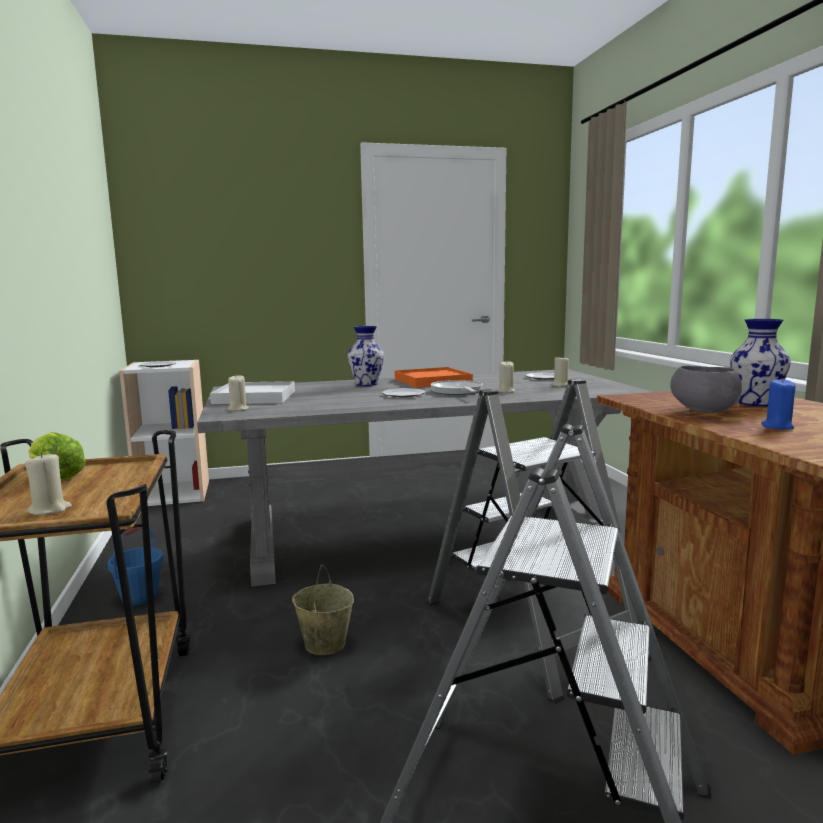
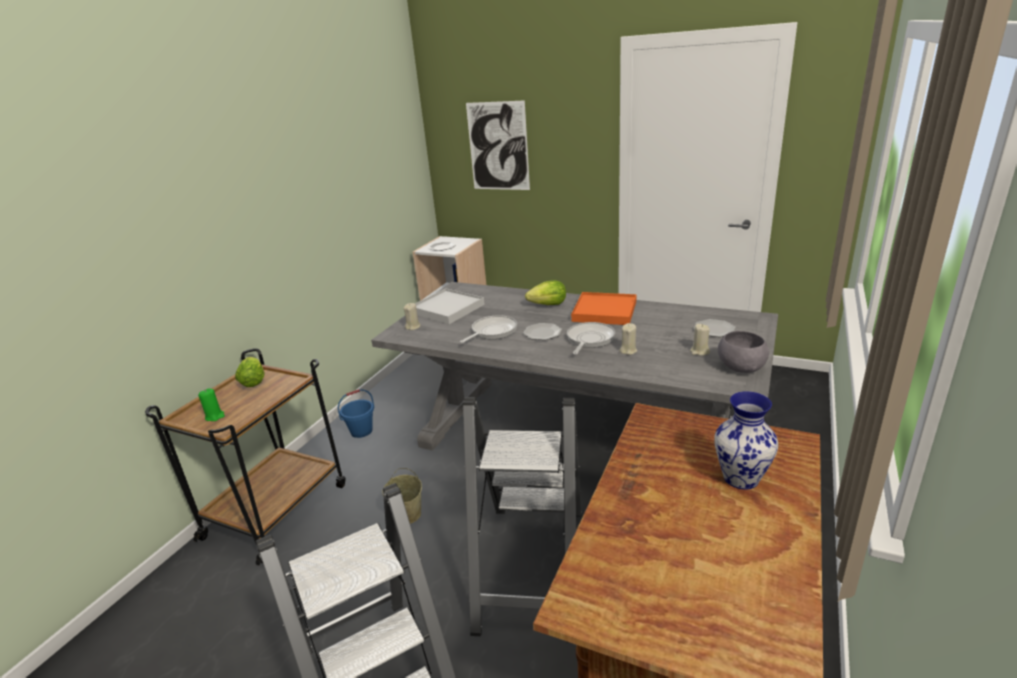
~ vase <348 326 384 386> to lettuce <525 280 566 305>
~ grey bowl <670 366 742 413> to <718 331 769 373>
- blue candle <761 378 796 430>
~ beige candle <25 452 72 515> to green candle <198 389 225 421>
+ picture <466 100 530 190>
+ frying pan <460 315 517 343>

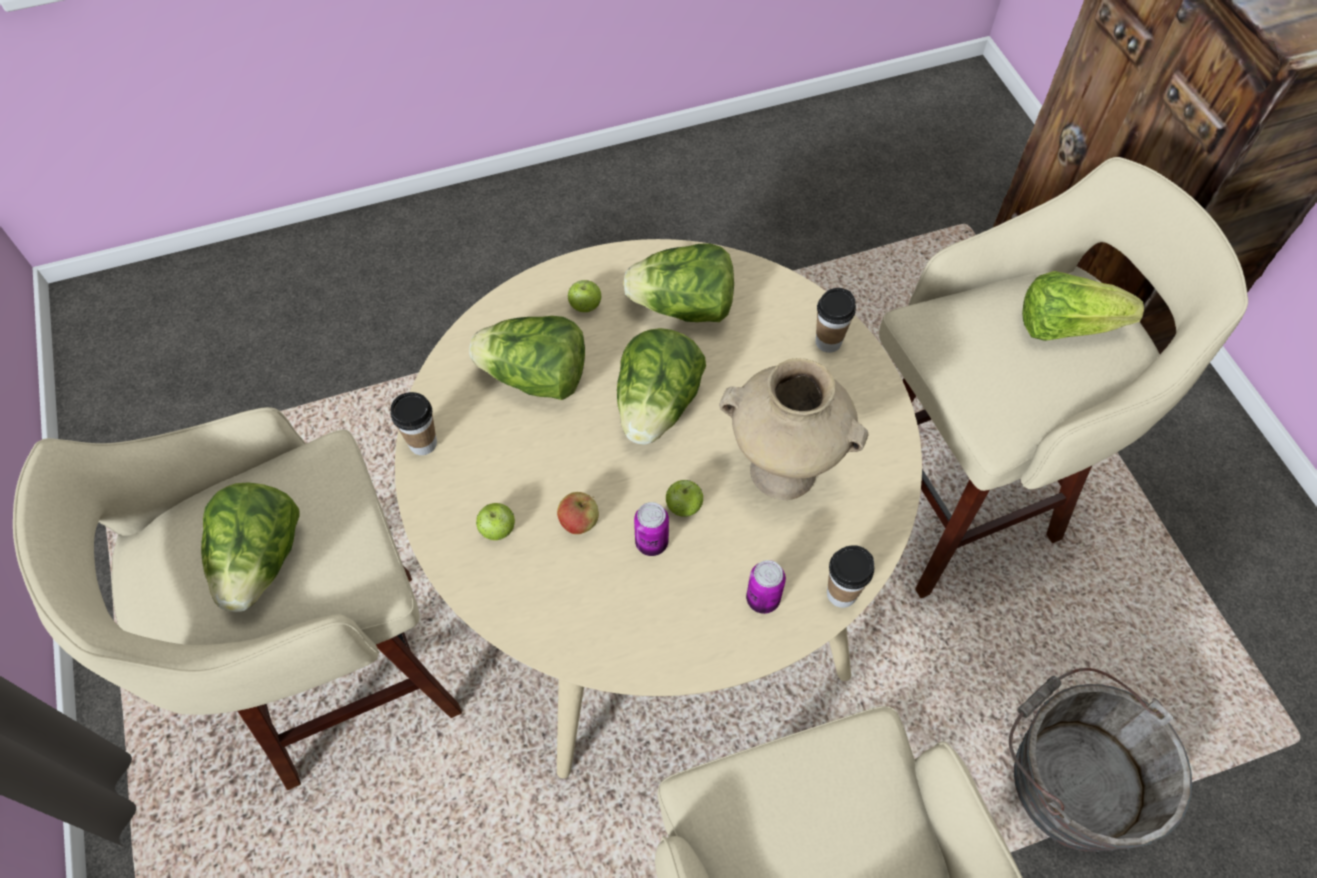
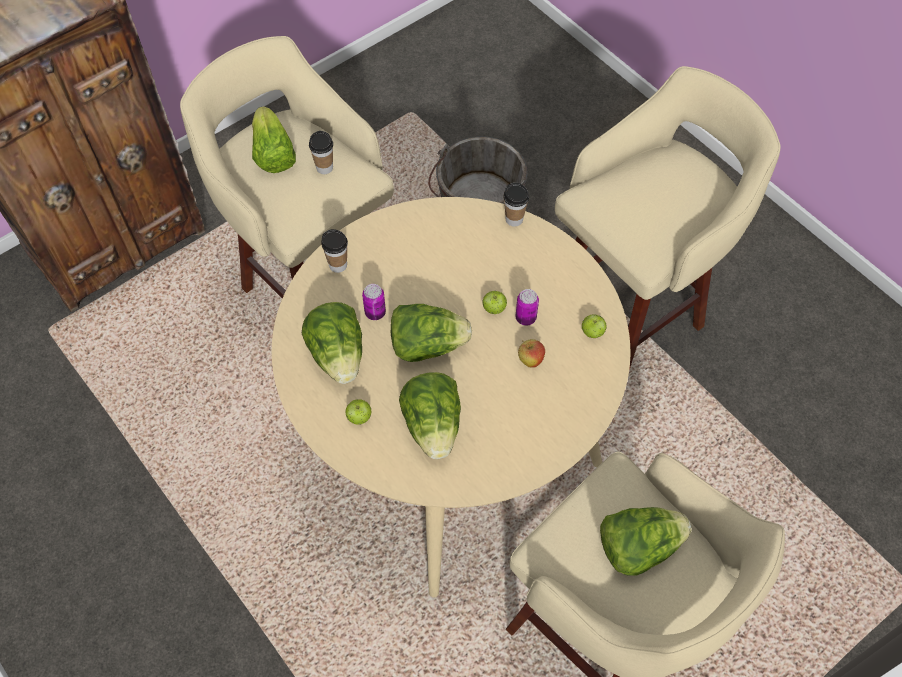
- beige vase <719 358 869 500>
~ cup <391 392 437 455> to <309 131 333 174>
~ apple <476 503 515 540> to <582 314 607 338>
~ can <746 560 786 614> to <362 284 386 320>

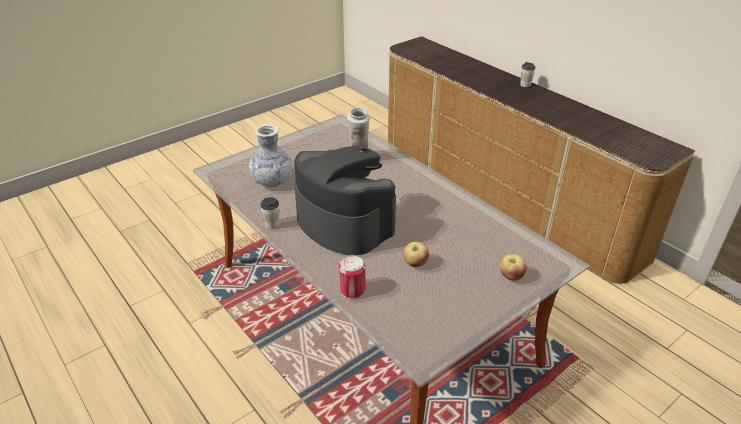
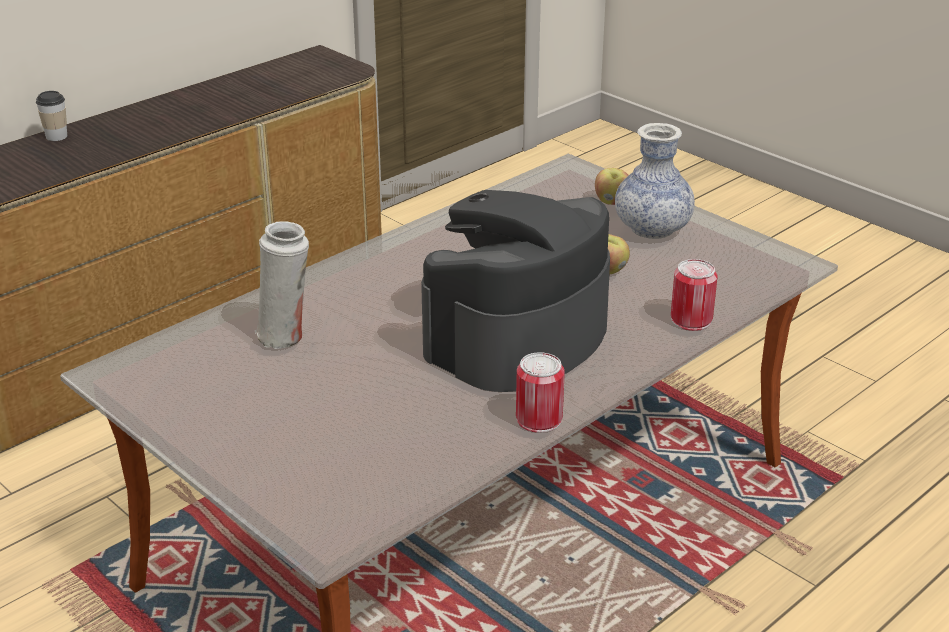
~ vase <249 124 293 187> to <615 123 695 239>
~ cup <260 197 279 229> to can <516 352 565 433>

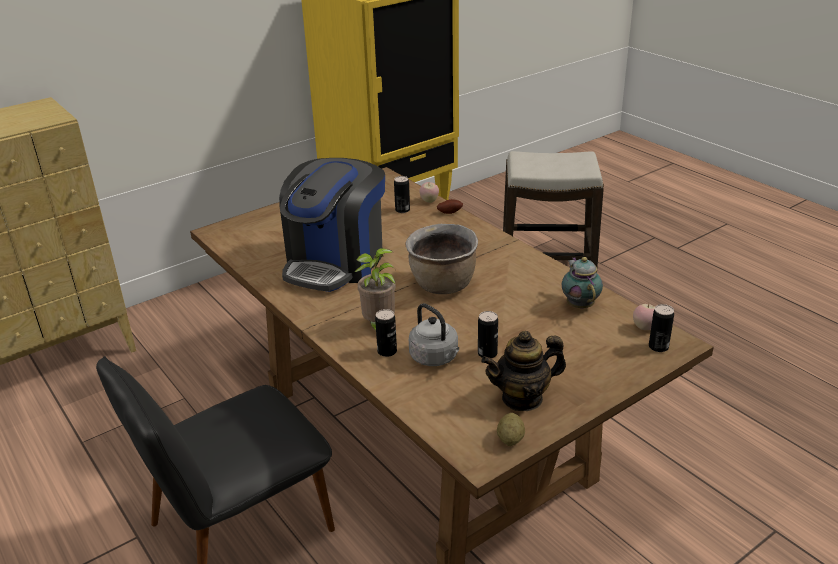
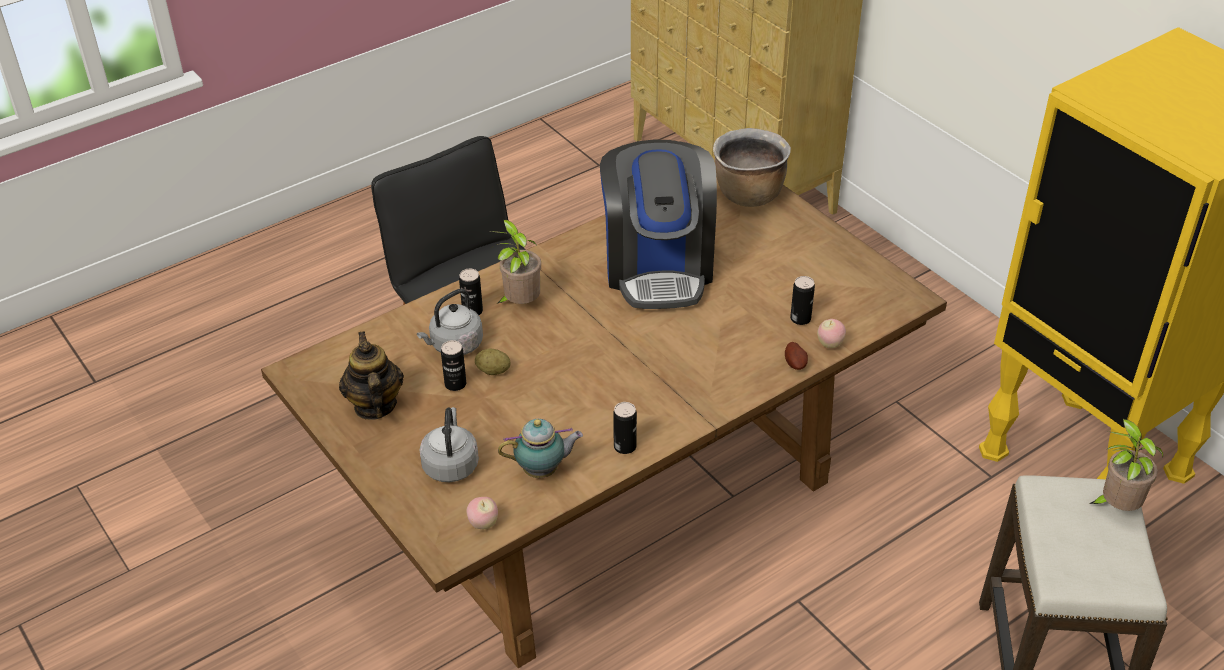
~ coffee machine <279 158 385 292> = <600 140 717 309> 120 degrees counterclockwise
~ brown cooking pot <405 224 478 294> to <713 128 791 207>
~ can <649 304 674 352> to <613 402 637 454>
~ potato <497 413 525 446> to <475 348 511 375>
+ grey kettle <419 407 479 482>
+ potted plant <1089 419 1163 511>

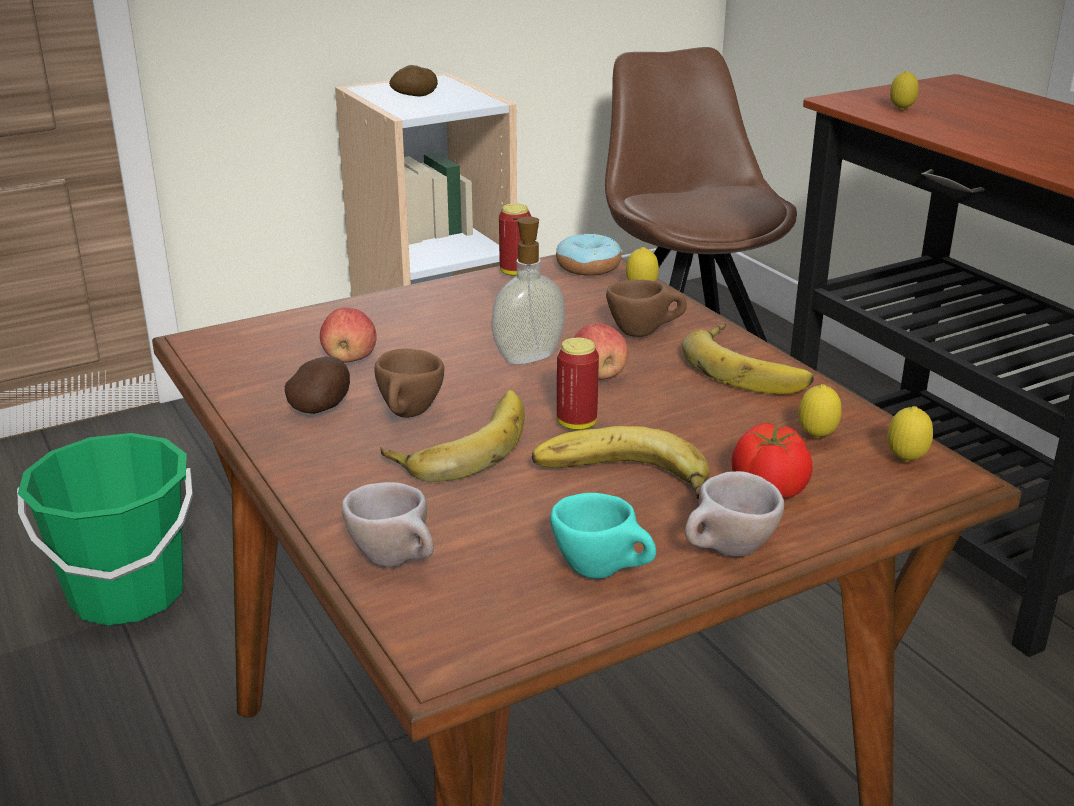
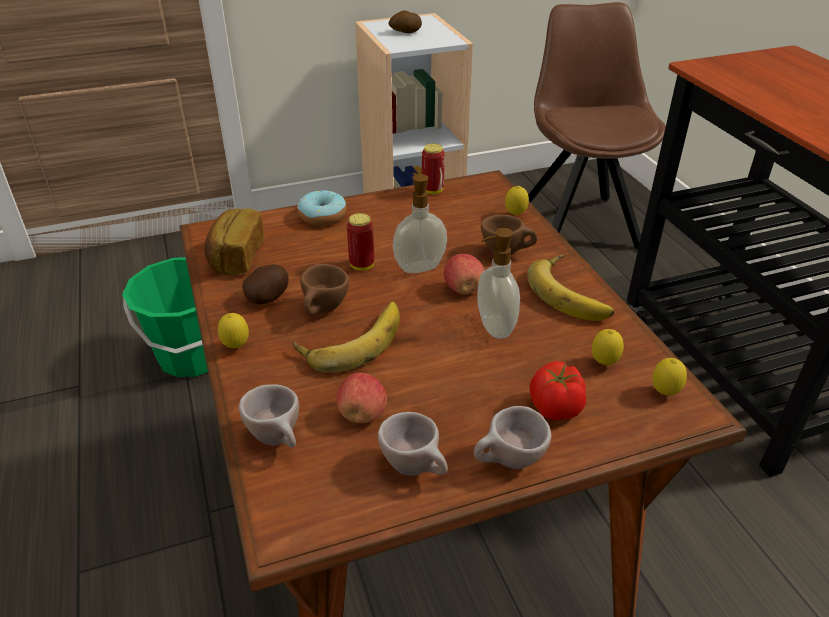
~ lemon <890 71 919 110> to <218 313 249 348>
~ donut <556 233 622 276> to <297 190 346 226>
~ apple <320 307 377 362> to <336 373 387 423>
~ can <557 338 599 430> to <347 213 374 271>
- banana <532 426 710 500>
~ turquoise cup <550 493 656 579> to beige cup <378 412 448 476>
+ bread <204 208 265 275>
+ soap dispenser <477 228 520 339>

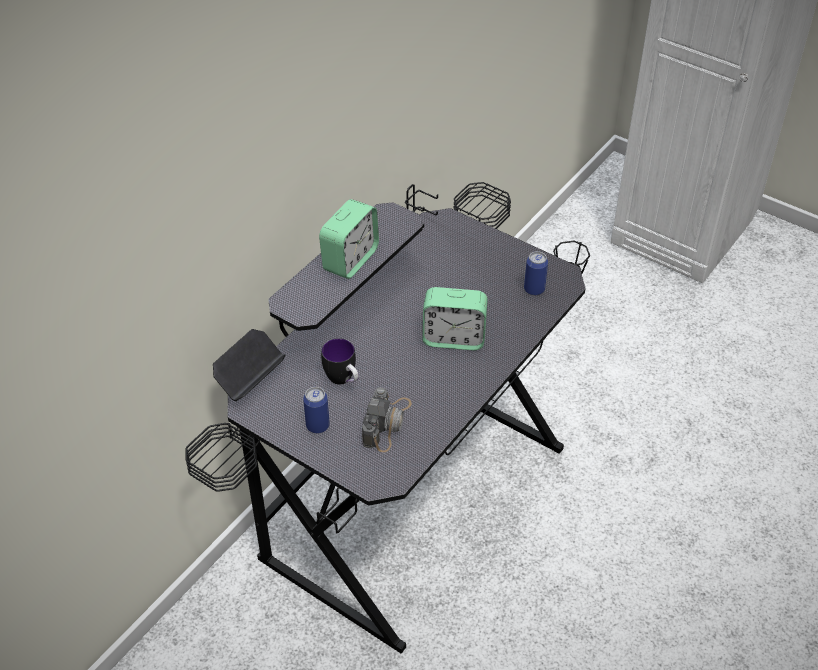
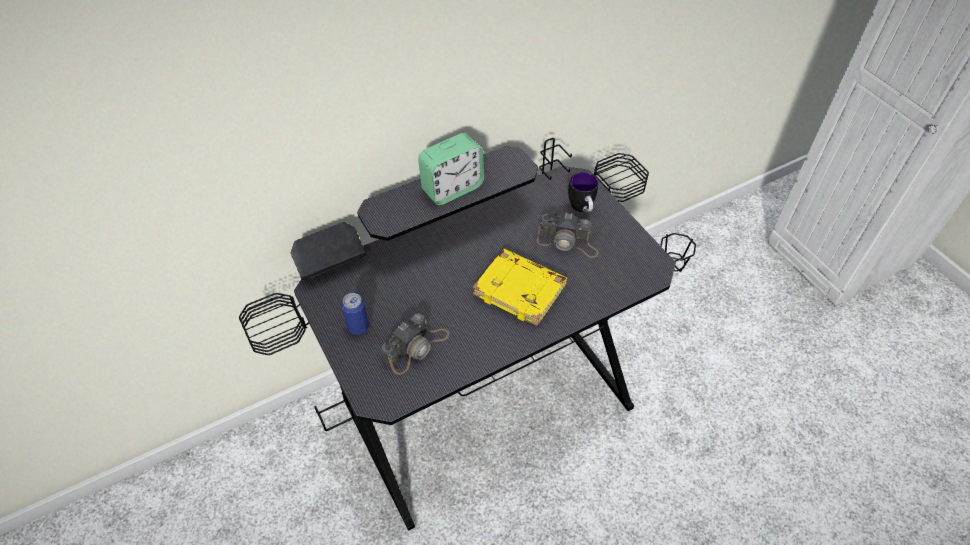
- can <524 251 548 296>
~ alarm clock <422 287 488 351> to yellow book <473 249 567 326>
~ mug <321 338 359 385> to <568 172 598 212>
+ photo camera <537 212 599 258>

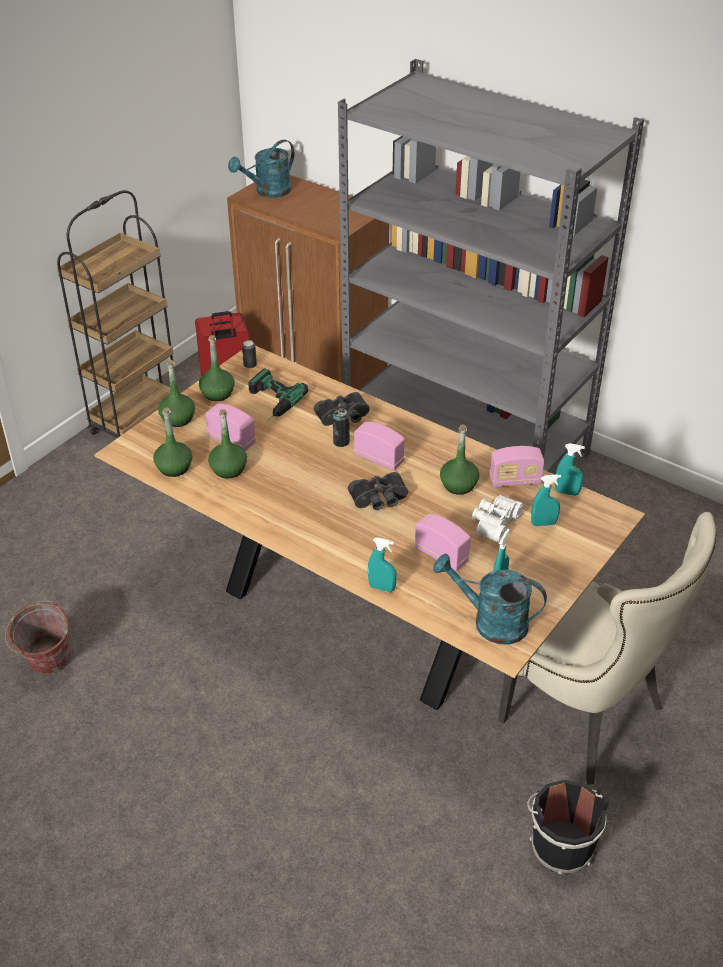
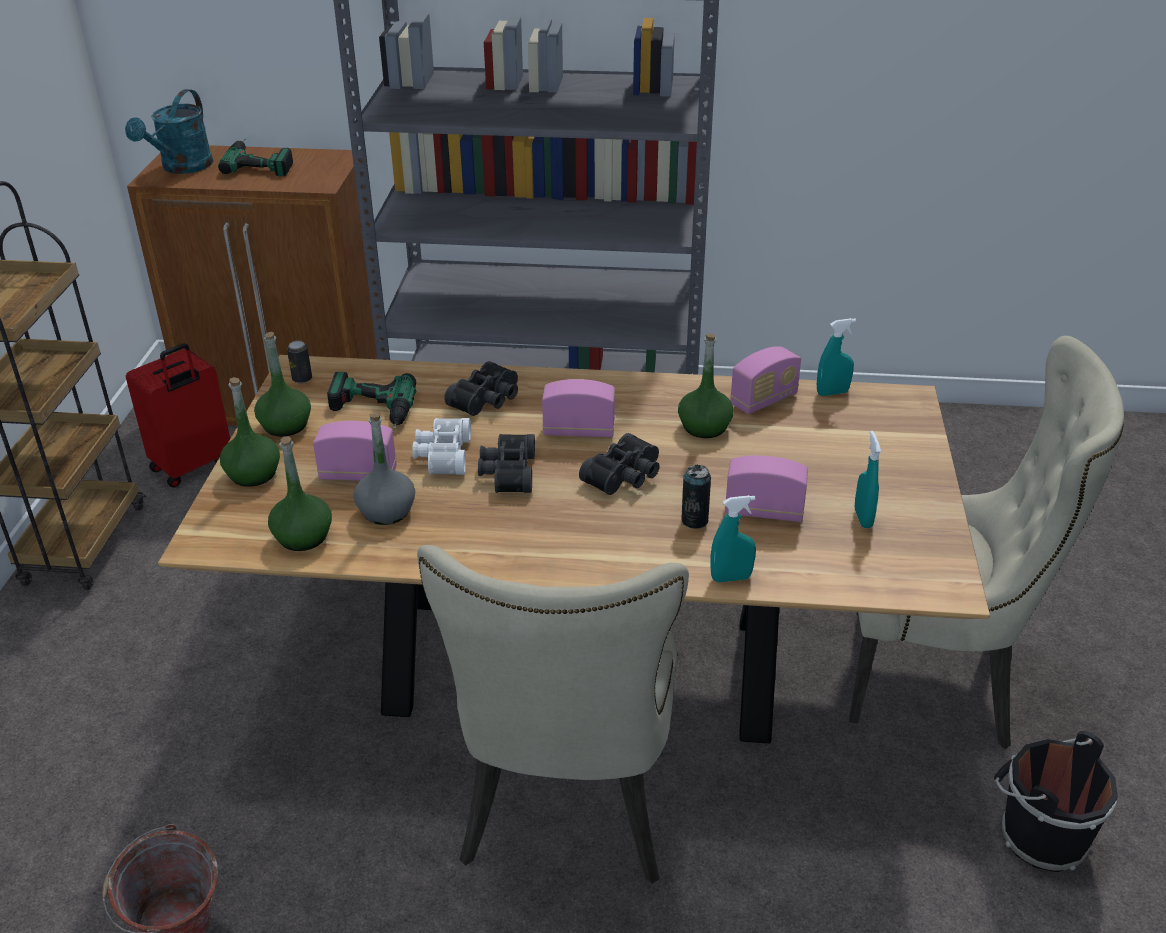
~ can <333 408 350 447> to <681 465 711 529>
~ green bottle <208 409 247 478> to grey bottle <353 413 415 525>
- turquoise spray bottle <531 475 561 526>
~ white binoculars <472 495 524 543> to <412 418 471 475>
- turquoise watering can <433 554 547 644>
+ power drill <218 138 293 176>
+ black binoculars <478 434 535 493>
+ beige chair <417 545 689 884>

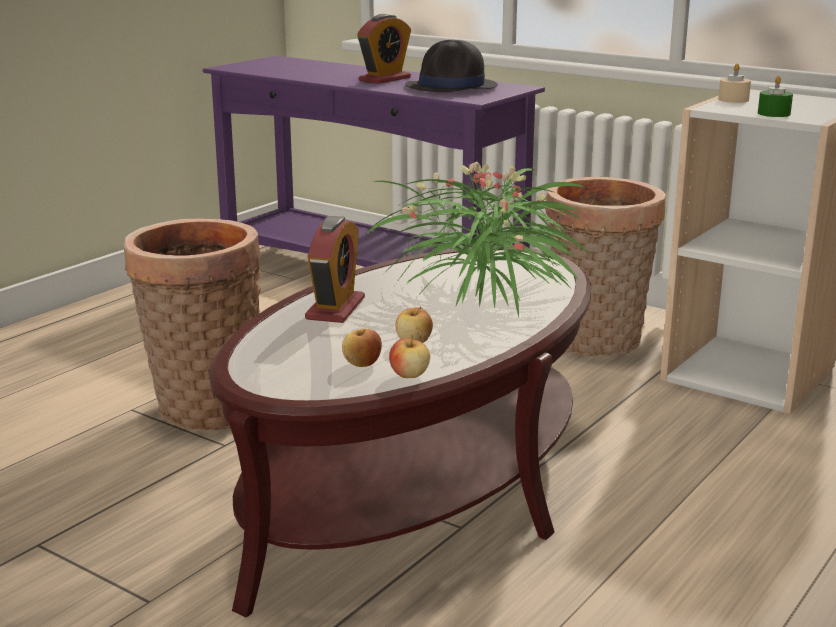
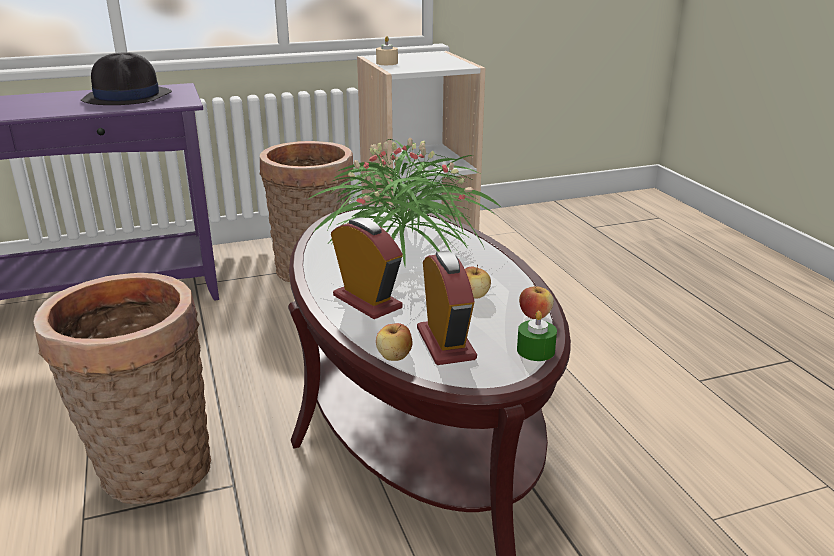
~ alarm clock <357 14 411 84> to <417 251 477 365>
~ green candle <758 76 793 117> to <517 311 557 361>
~ apple <342 329 382 367> to <376 323 413 361>

